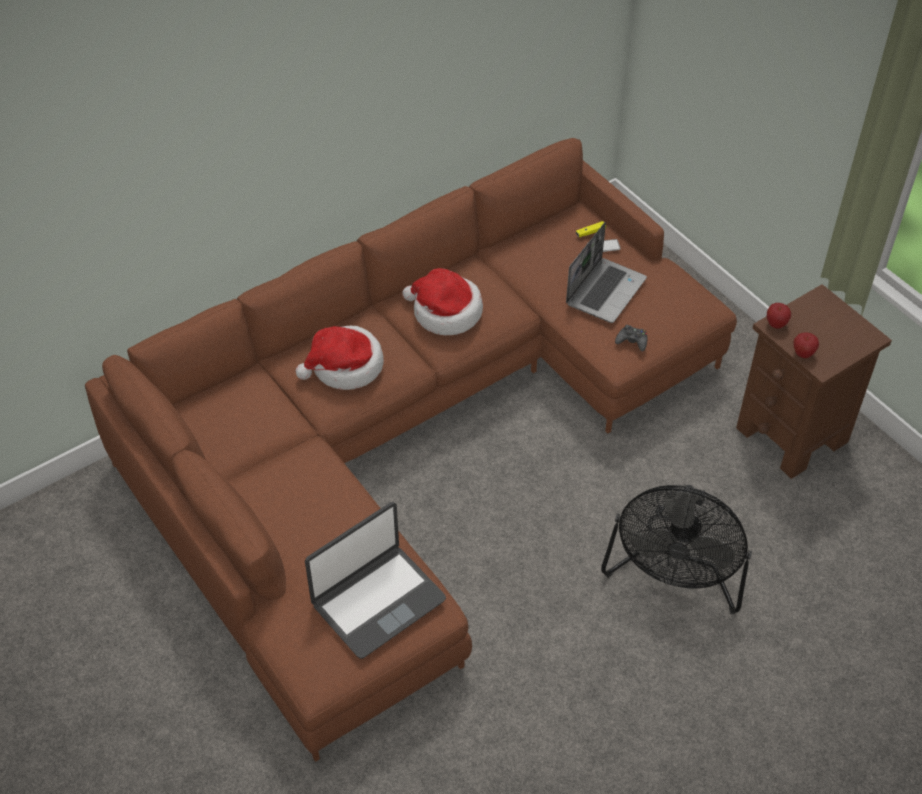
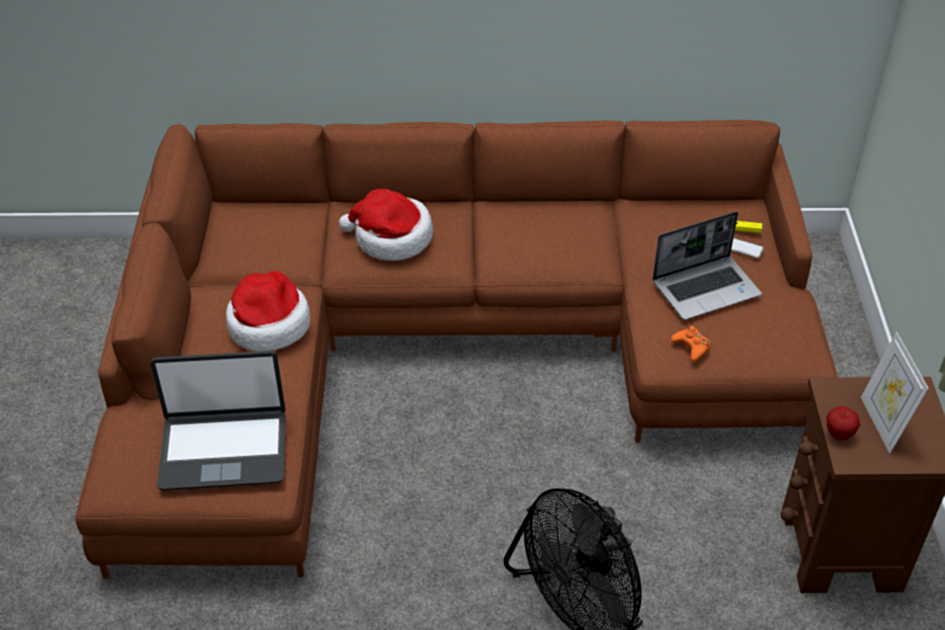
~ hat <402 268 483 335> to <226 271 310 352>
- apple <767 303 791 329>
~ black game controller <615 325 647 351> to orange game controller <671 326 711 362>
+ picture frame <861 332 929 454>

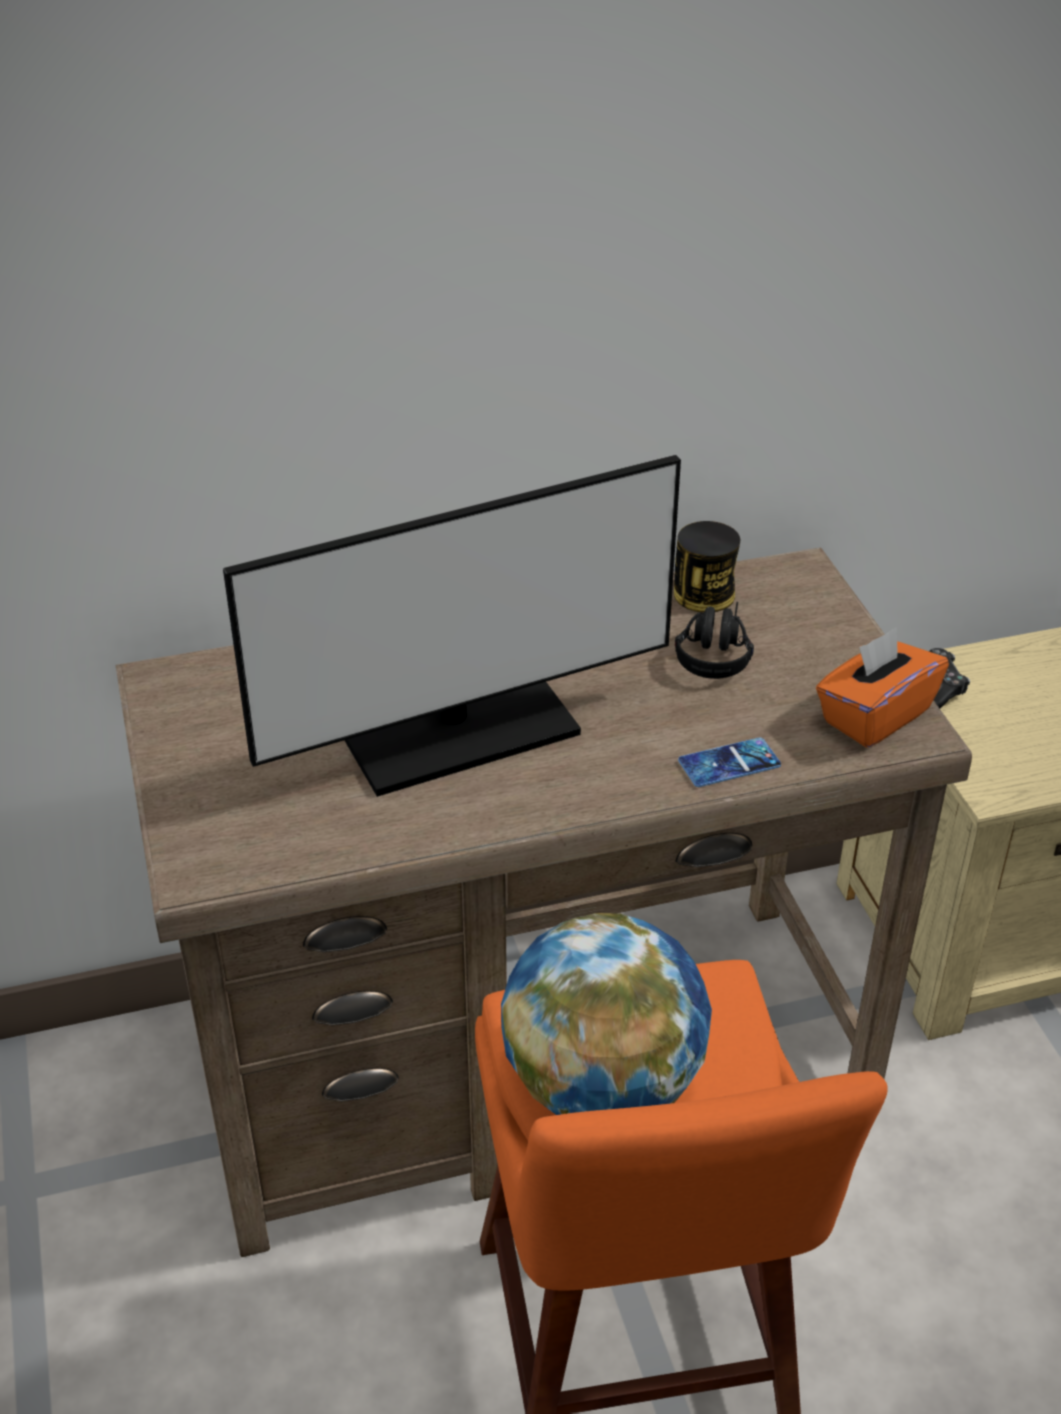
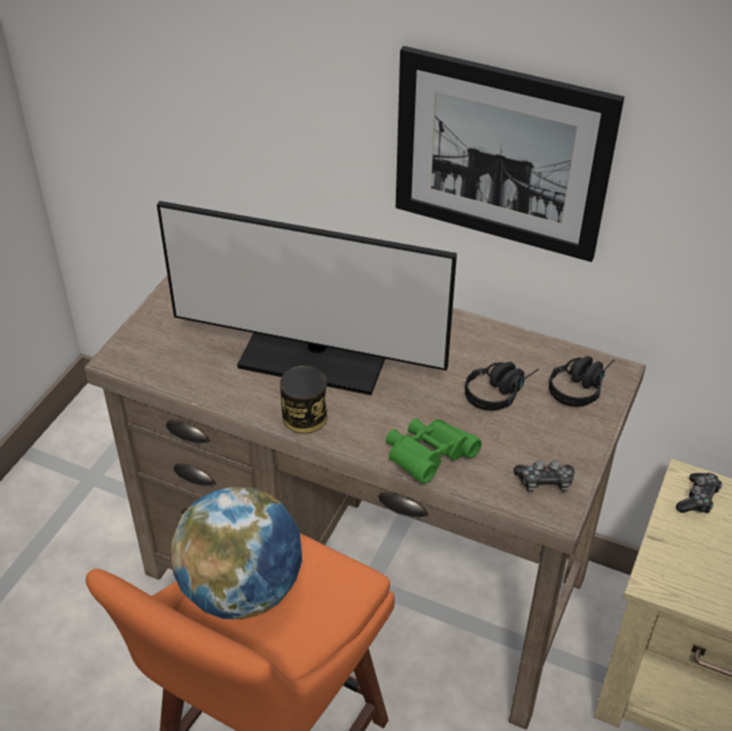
~ can <674 521 740 613> to <280 366 327 434>
~ orange tissue box <816 628 949 748> to game controller <513 460 574 492>
~ phone <678 737 781 787> to green binoculars <386 418 482 483>
+ picture <396 46 624 262>
+ black headphones <549 356 615 407>

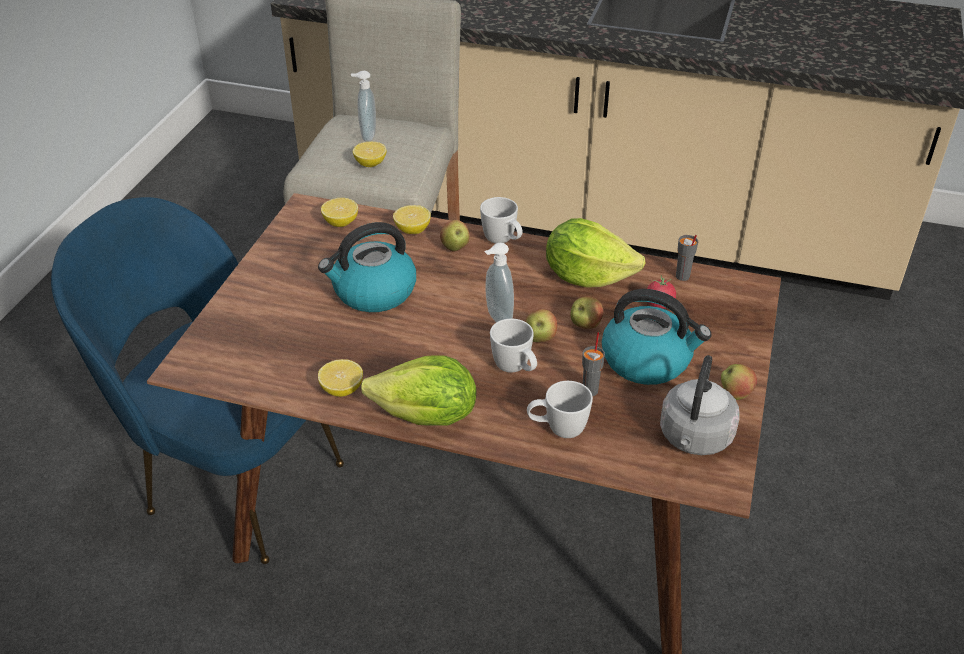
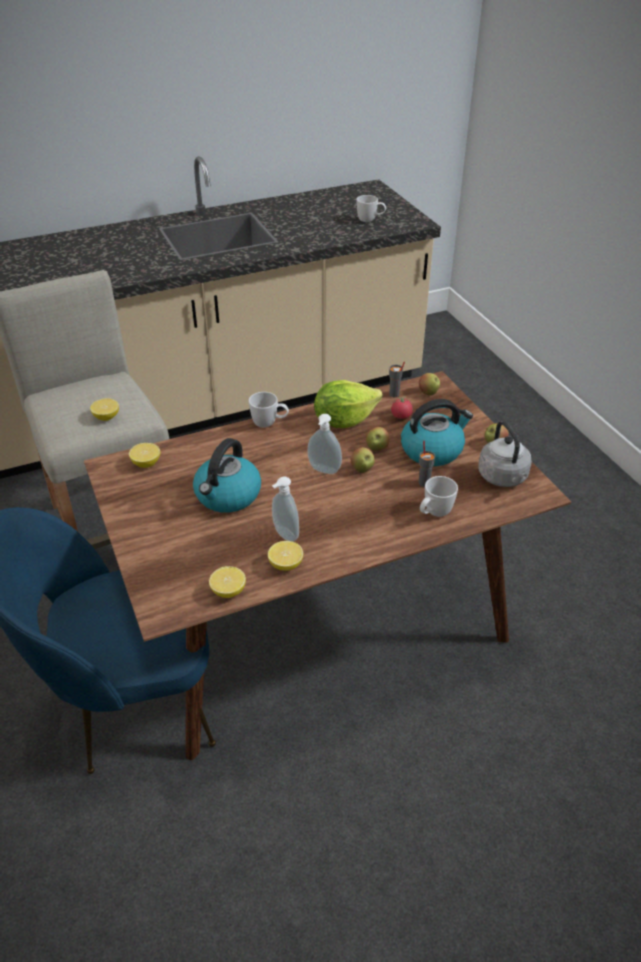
~ soap dispenser <351 71 376 142> to <272 476 299 542>
~ lemon <393 205 431 234> to <209 566 246 598>
~ apple <440 220 470 252> to <419 373 440 395>
~ white mug <490 319 537 373> to <356 195 386 222>
- lettuce <361 355 476 426>

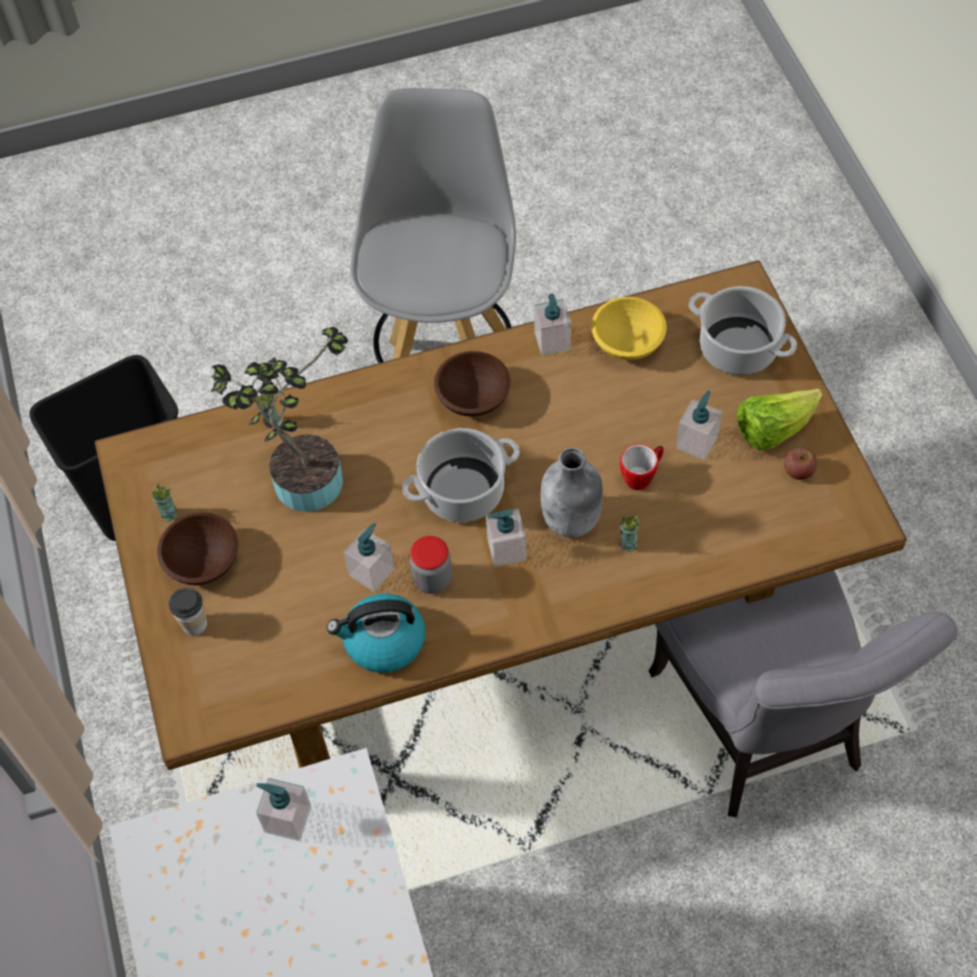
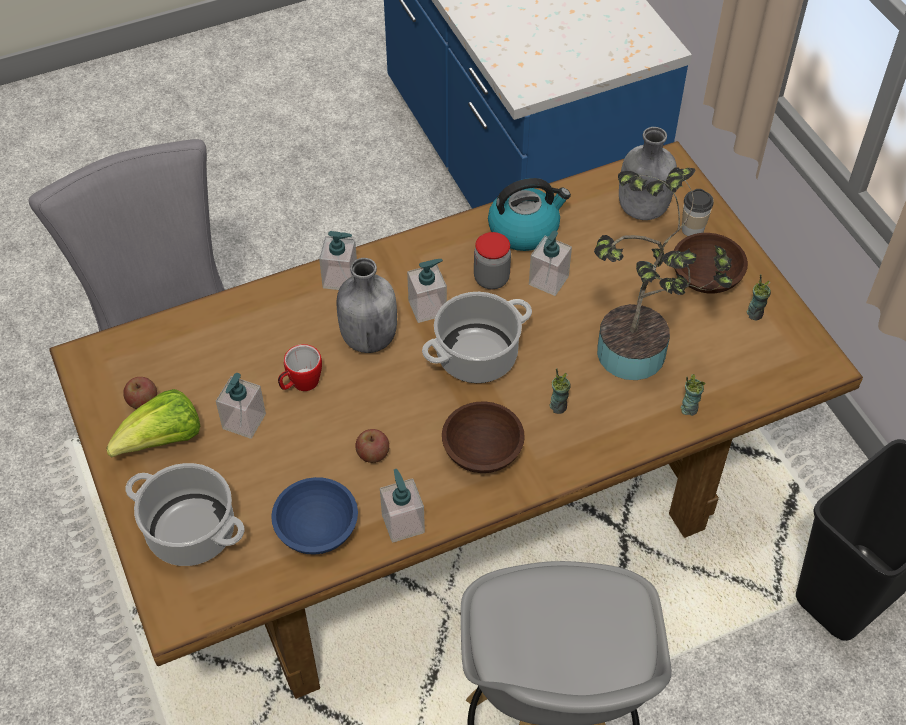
~ yellow bowl <591 297 667 360> to blue bowl <271 477 358 555>
~ cup <620 515 639 552> to <549 368 571 414>
~ soap dispenser <256 778 311 841> to <319 231 357 290>
+ grey bottle <619 127 677 220>
+ apple <355 429 389 463>

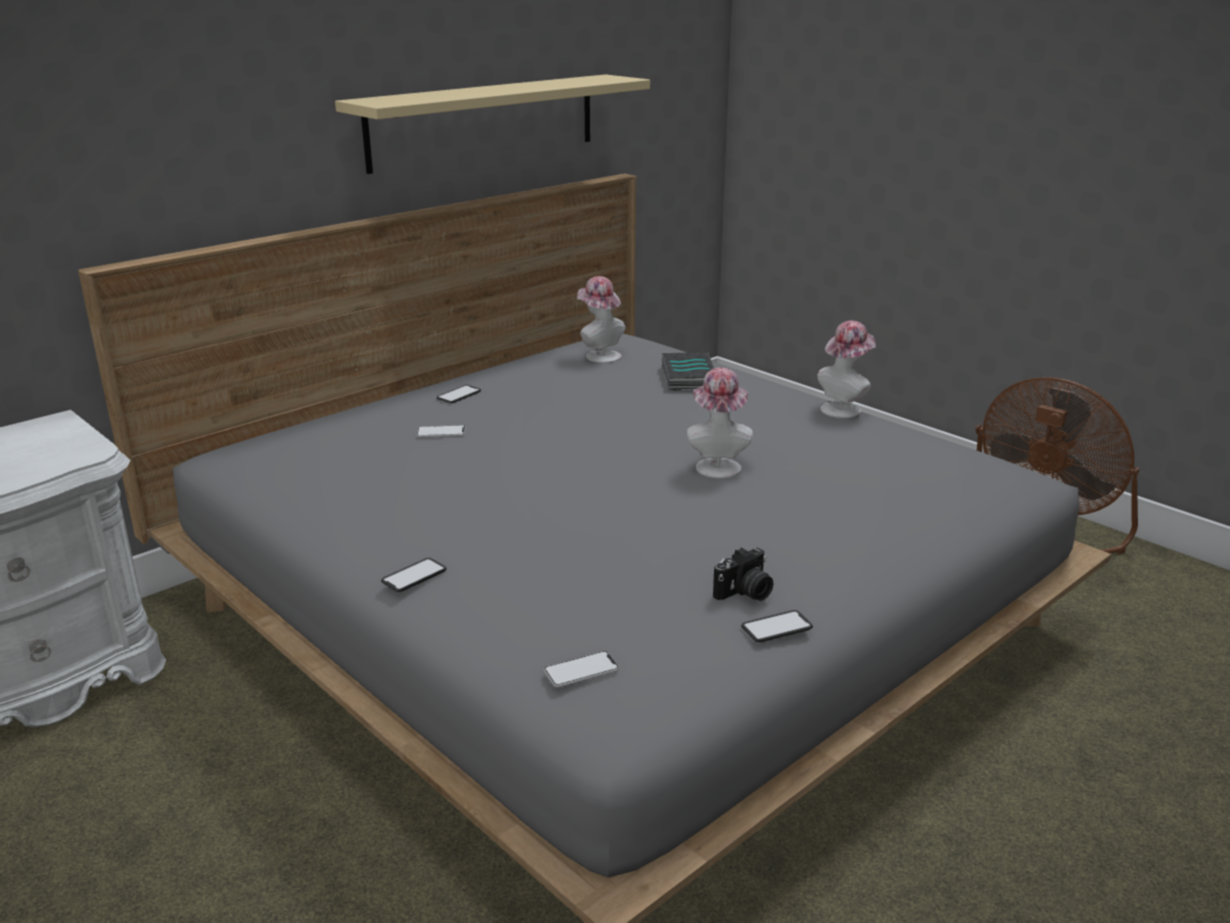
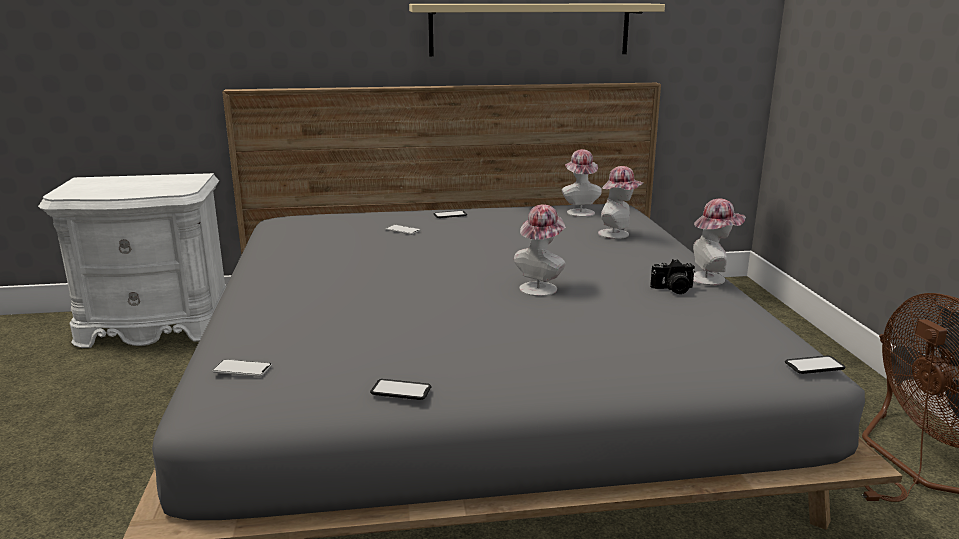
~ book <662 352 714 391> to hat <598 166 644 239>
~ photo camera <713 548 773 601> to <650 259 695 294>
~ phone <381 558 447 592> to <785 355 846 374>

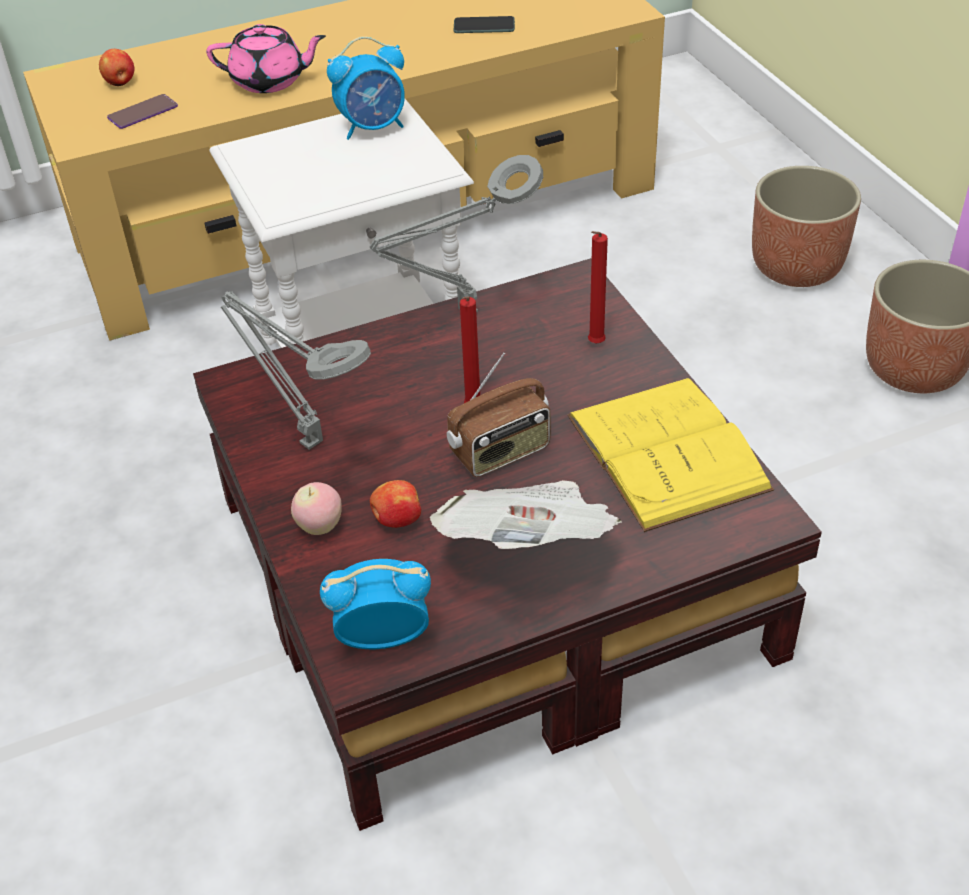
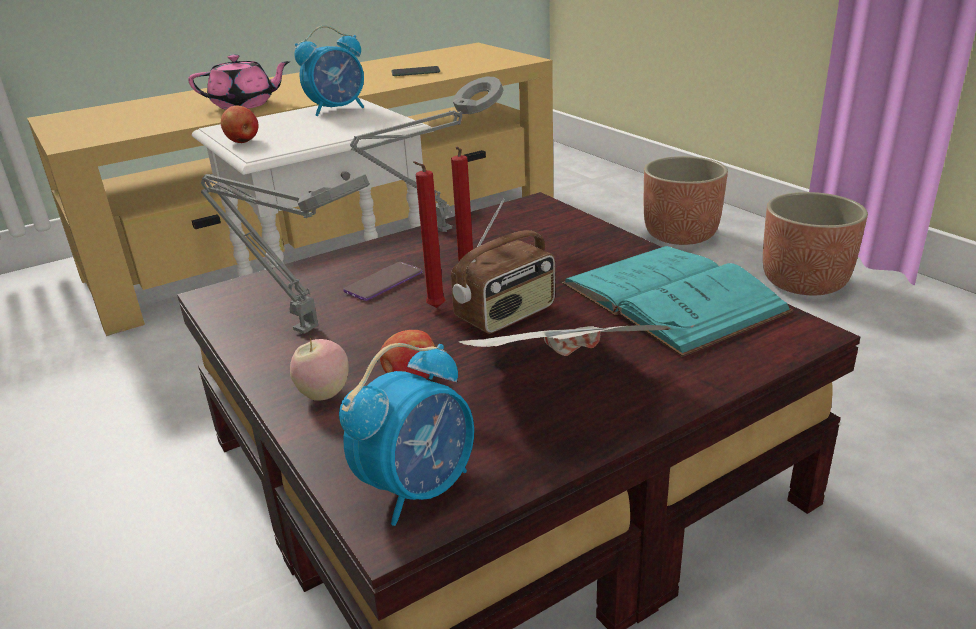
~ apple <99 49 134 86> to <221 105 258 143>
~ phone <107 94 178 129> to <343 262 422 301>
~ red candle <588 231 608 344> to <413 161 445 308>
~ yellow book <567 378 774 532> to turquoise book <562 246 793 357>
~ alarm clock <320 559 431 649> = <339 343 474 526> 150 degrees clockwise

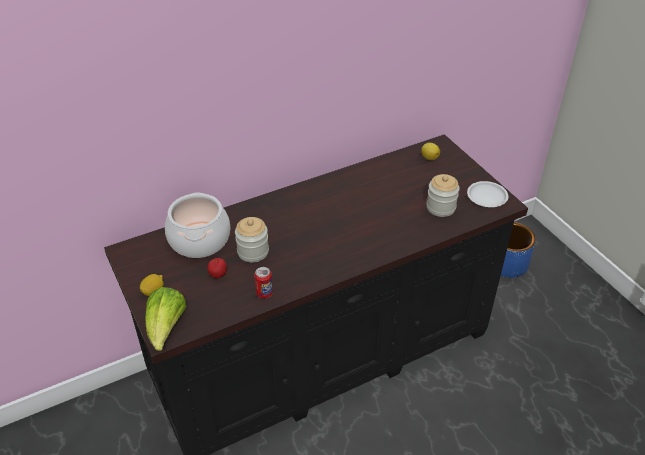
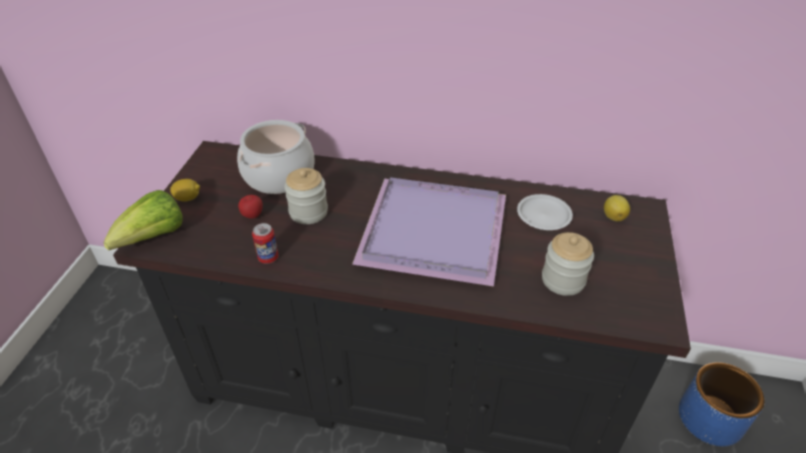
~ white plate <467 181 508 207> to <517 194 573 230>
+ purple tray <352 177 506 286>

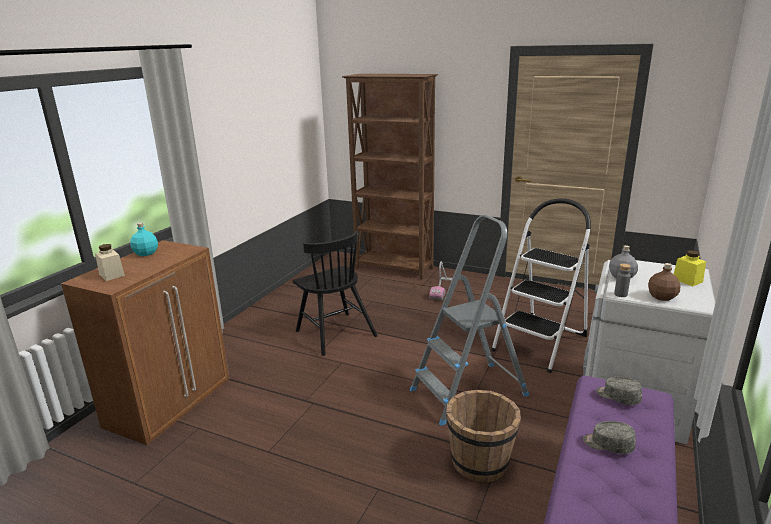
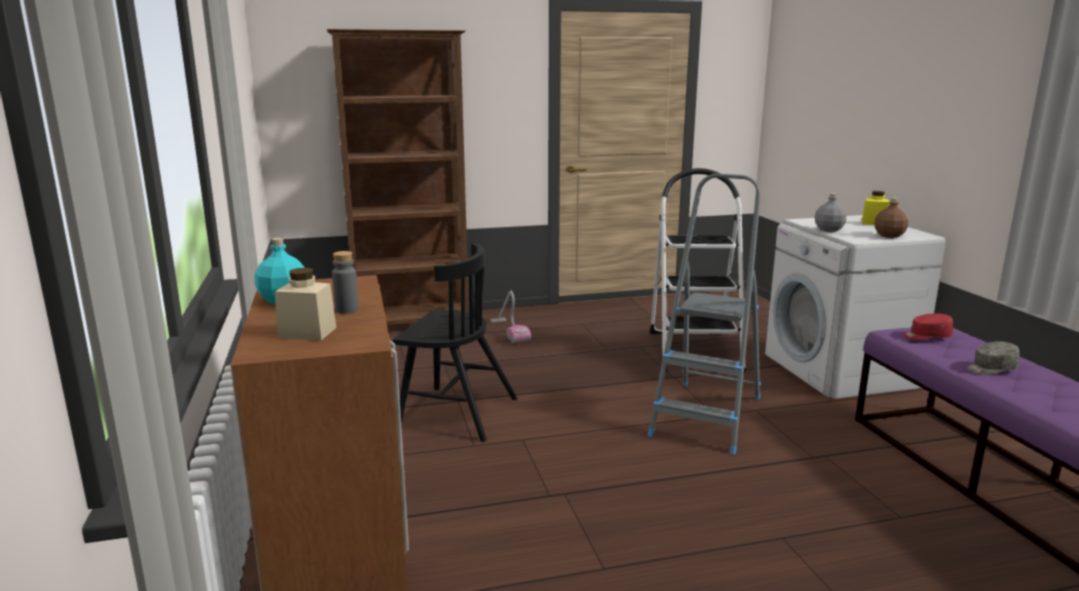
~ grey bottle <614 263 631 297> to <332 251 359 314>
~ grey cap <596 377 642 405> to red cap <902 313 953 340>
- brown bucket <446 390 521 482>

